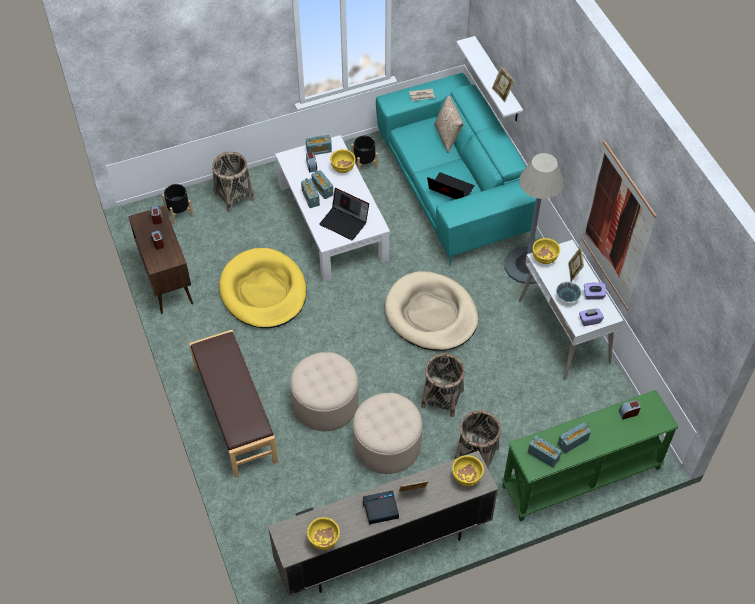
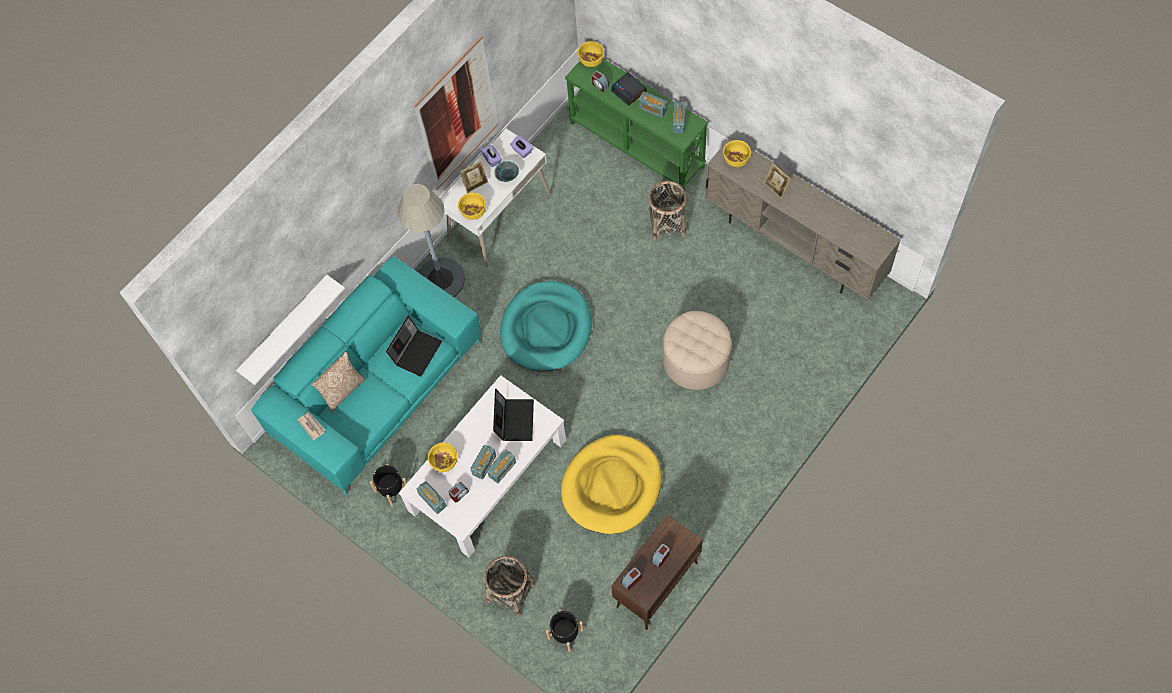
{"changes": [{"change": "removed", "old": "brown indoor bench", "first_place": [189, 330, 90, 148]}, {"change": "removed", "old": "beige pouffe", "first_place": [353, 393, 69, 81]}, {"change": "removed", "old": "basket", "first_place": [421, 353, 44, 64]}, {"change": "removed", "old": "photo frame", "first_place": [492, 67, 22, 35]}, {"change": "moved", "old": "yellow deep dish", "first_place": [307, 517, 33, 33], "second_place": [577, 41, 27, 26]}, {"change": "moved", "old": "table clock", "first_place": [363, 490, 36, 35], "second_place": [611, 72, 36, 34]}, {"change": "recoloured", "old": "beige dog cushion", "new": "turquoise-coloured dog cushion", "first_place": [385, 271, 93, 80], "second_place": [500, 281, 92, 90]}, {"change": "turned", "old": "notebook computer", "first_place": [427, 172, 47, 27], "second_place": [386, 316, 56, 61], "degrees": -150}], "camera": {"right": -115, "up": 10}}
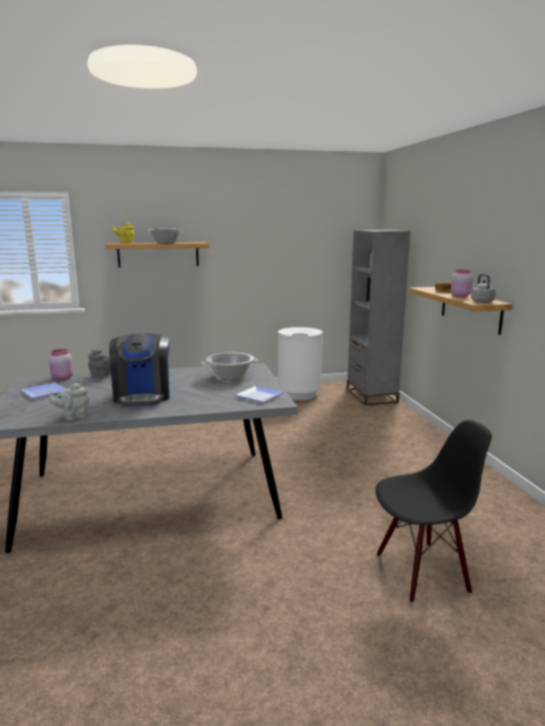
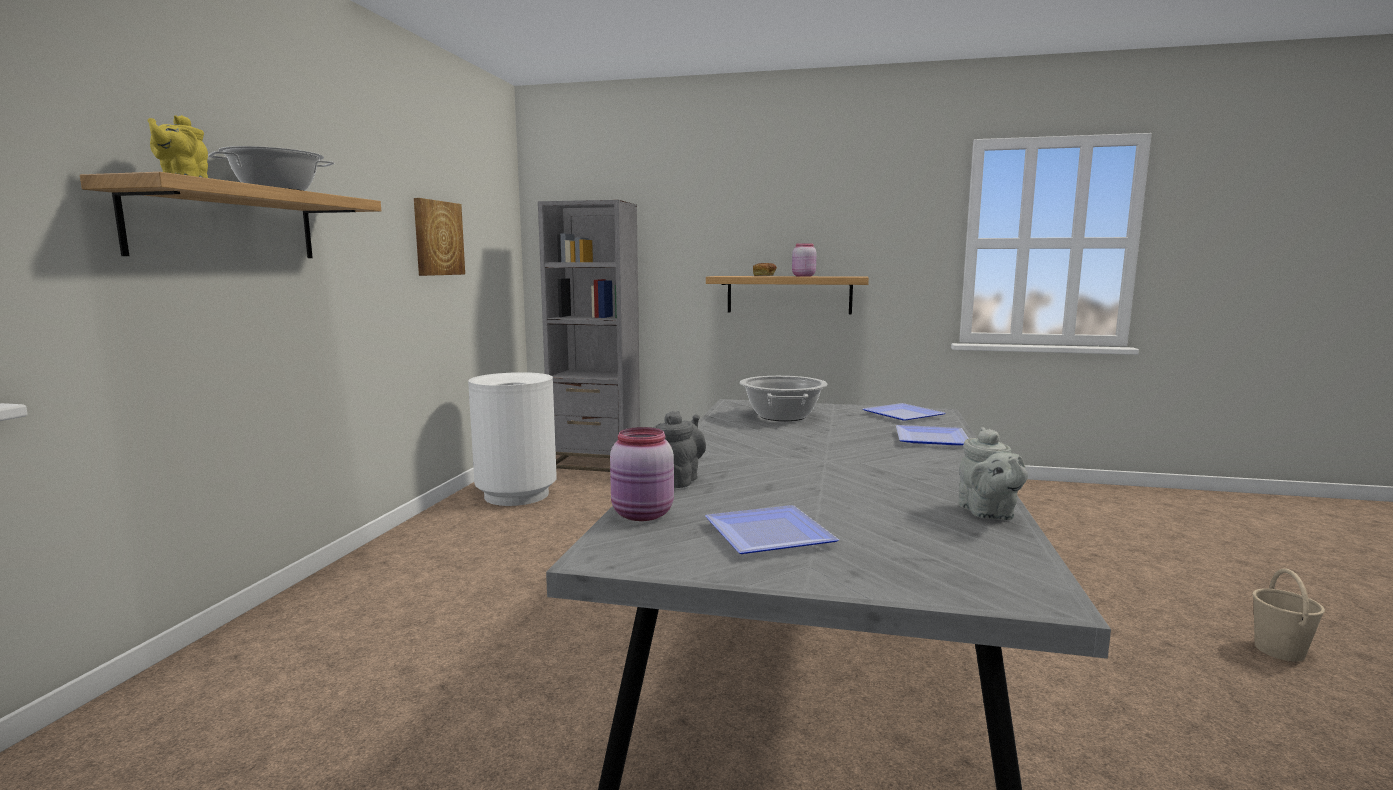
{"changes": [{"change": "removed", "old": "coffee maker", "first_place": [109, 333, 61, 74]}, {"change": "removed", "old": "blackish chair", "first_place": [375, 420, 117, 182]}, {"change": "removed", "old": "grey tea kettle", "first_place": [471, 274, 25, 29]}, {"change": "added", "new": "wall picture", "second_place": [414, 198, 51, 78]}, {"change": "added", "new": "flat dish", "second_place": [896, 425, 73, 20]}, {"change": "added", "new": "beige pail", "second_place": [1252, 568, 73, 94]}], "camera": {"right": -65, "up": -5}}
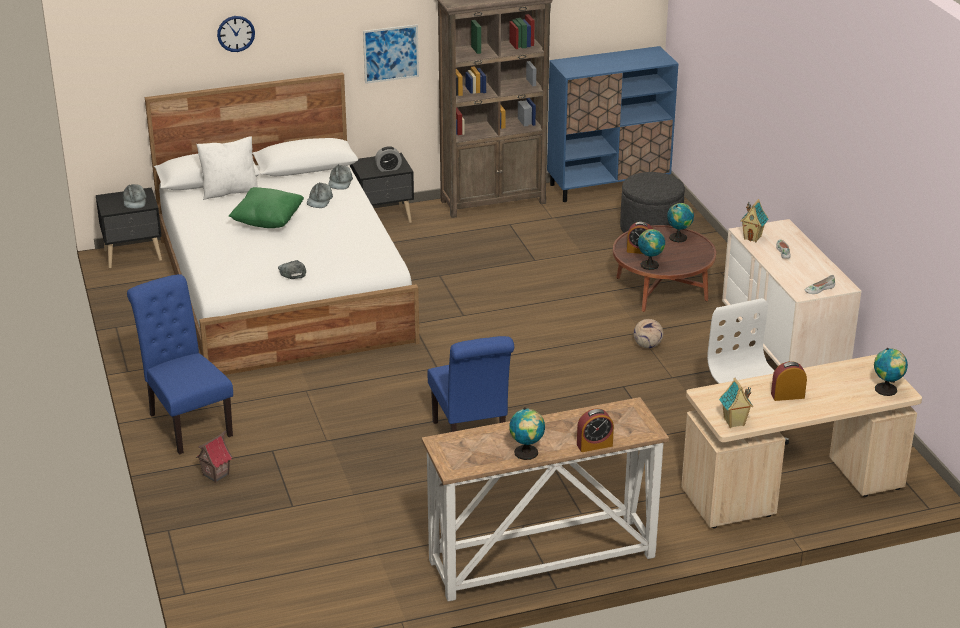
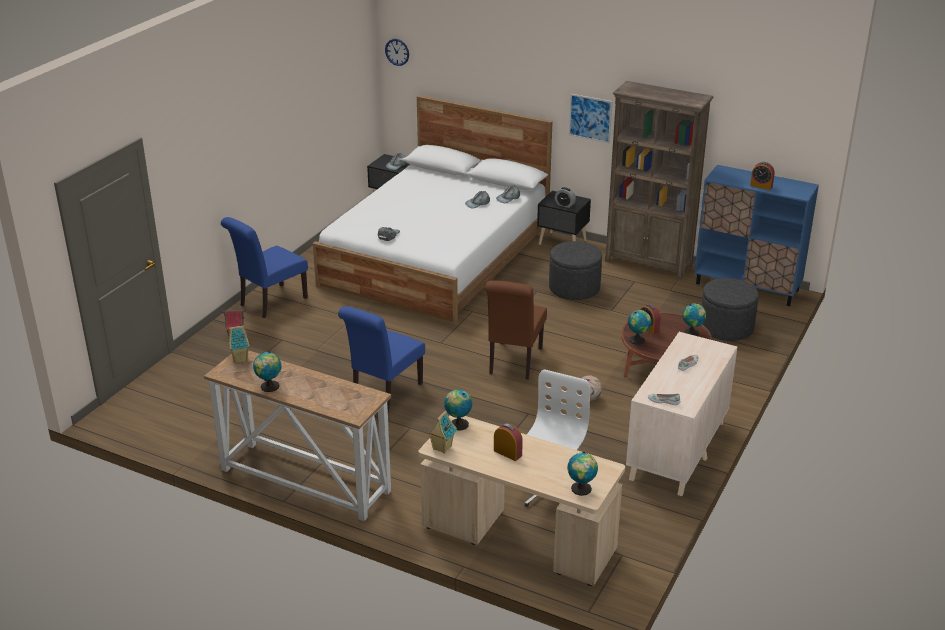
{"changes": [{"change": "removed", "old": "whitish cushion", "first_place": [196, 136, 62, 64]}, {"change": "removed", "old": "green-coloured cushion", "first_place": [228, 187, 76, 41]}, {"change": "added", "new": "globe", "second_place": [444, 389, 28, 41]}, {"change": "added", "new": "brown chair", "second_place": [485, 280, 62, 100]}, {"change": "added", "new": "grey pouffe", "second_place": [549, 241, 53, 59]}, {"change": "moved", "old": "hanging clock", "first_place": [217, 16, 38, 36], "second_place": [385, 39, 24, 27]}, {"change": "moved", "old": "table clock", "first_place": [577, 408, 37, 44], "second_place": [750, 162, 25, 28]}, {"change": "moved", "old": "model house", "first_place": [740, 199, 28, 43], "second_place": [228, 324, 22, 39]}, {"change": "turned", "old": "bluish chair", "first_place": [127, 274, 106, 181], "second_place": [221, 217, 87, 101], "degrees": -150}], "camera": {"right": 45, "up": 0}}
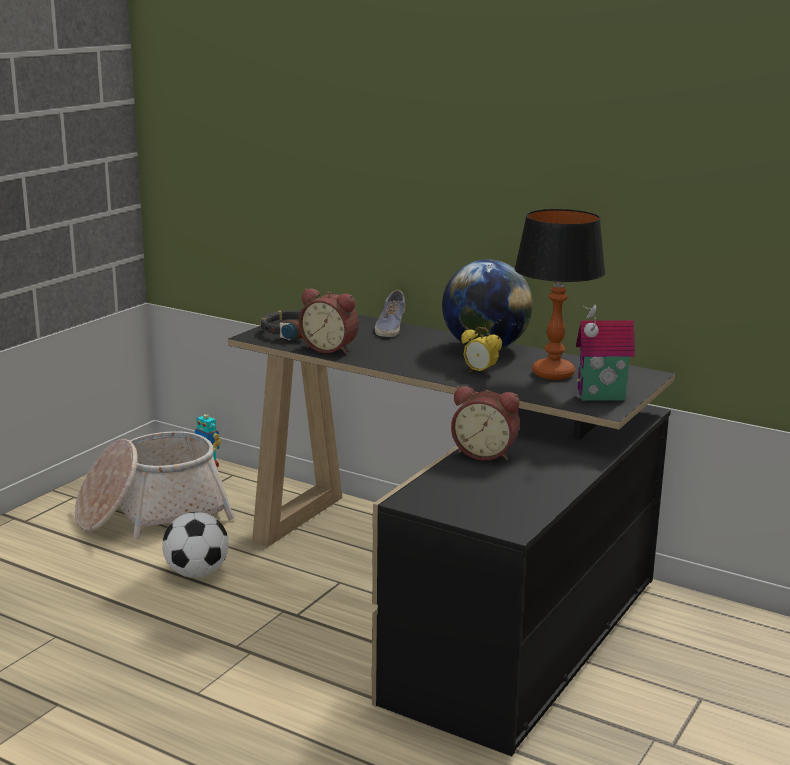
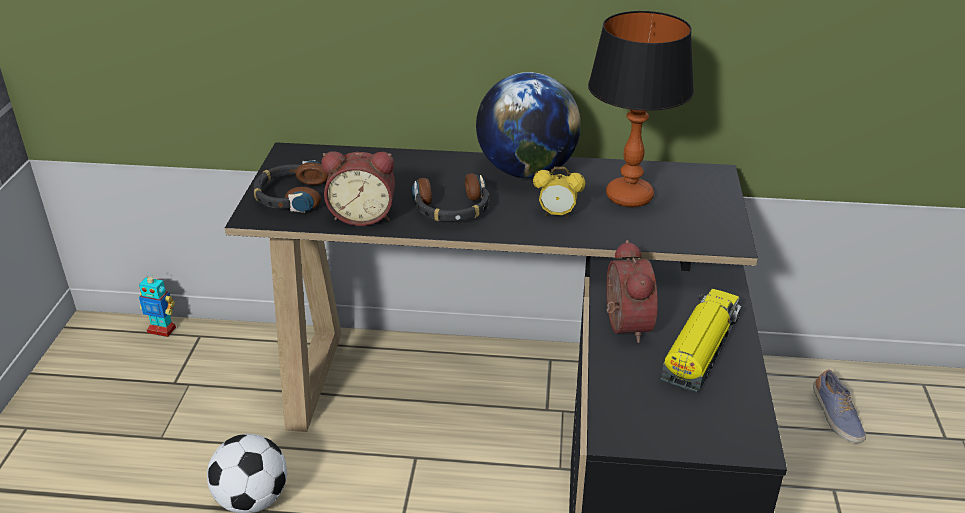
{"changes": [{"change": "removed", "old": "basket", "first_place": [75, 431, 160, 108]}, {"change": "removed", "old": "model house", "first_place": [575, 304, 60, 97]}, {"change": "added", "new": "headphones", "second_place": [411, 173, 79, 48]}, {"change": "added", "new": "toy truck", "second_place": [660, 289, 82, 104]}, {"change": "moved", "old": "item of footwear", "first_place": [375, 290, 30, 47], "second_place": [813, 369, 53, 75]}, {"change": "turned", "old": "table clock", "first_place": [451, 386, 69, 75], "second_place": [606, 240, 52, 103], "degrees": -90}], "camera": {"right": -25, "up": 15}}
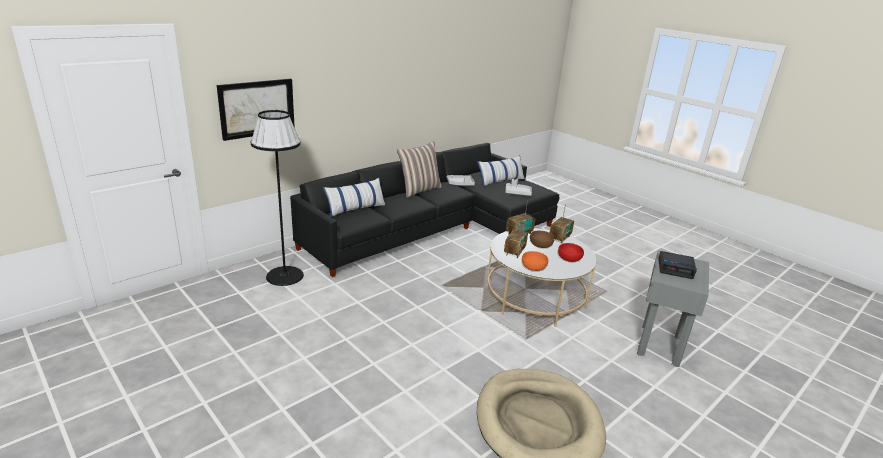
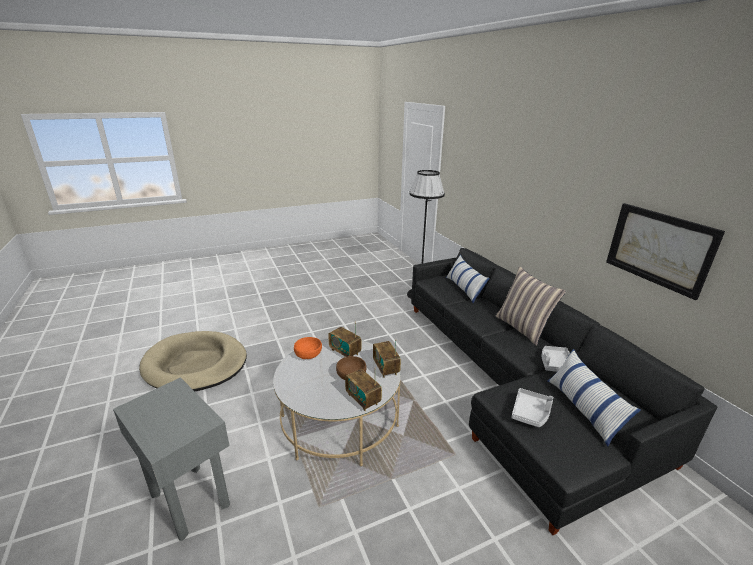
{"changes": [{"change": "removed", "old": "red-coloured deep dish", "first_place": [558, 243, 26, 19]}, {"change": "removed", "old": "table clock", "first_place": [659, 251, 38, 28]}, {"change": "moved", "old": "wall picture", "first_place": [217, 79, 78, 62], "second_place": [606, 203, 119, 97]}], "camera": {"right": 110, "up": 0}}
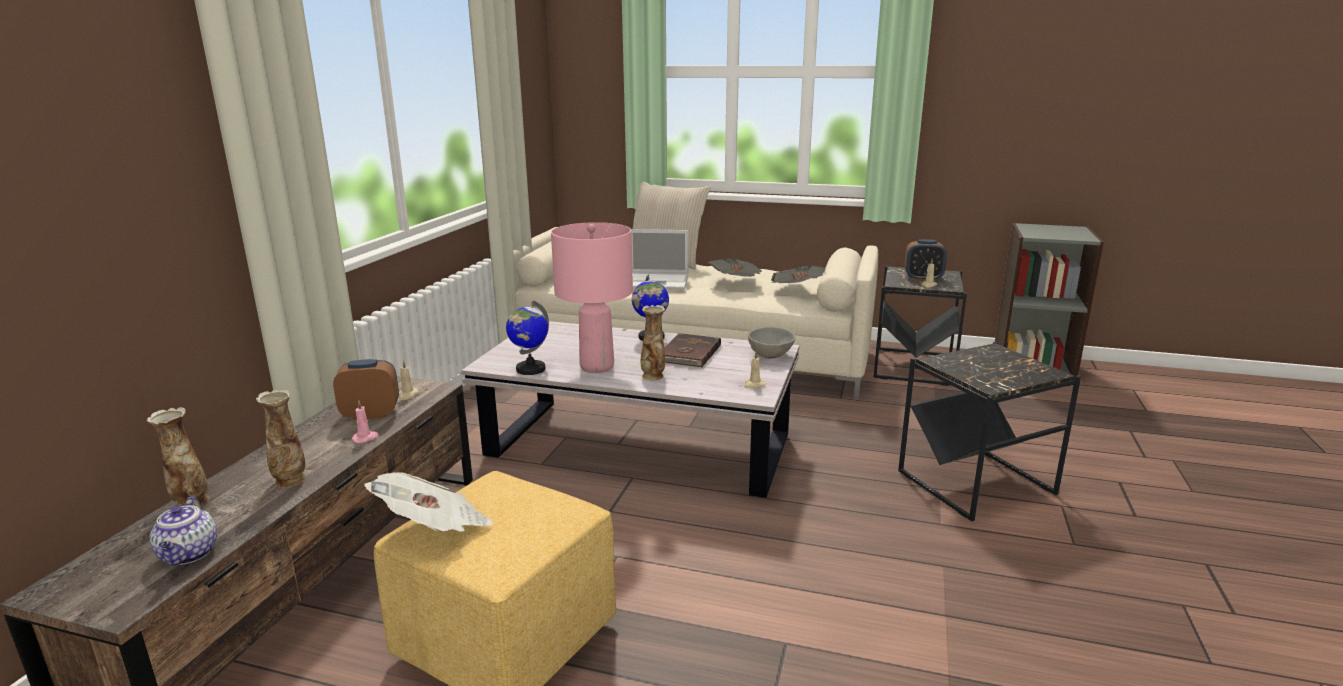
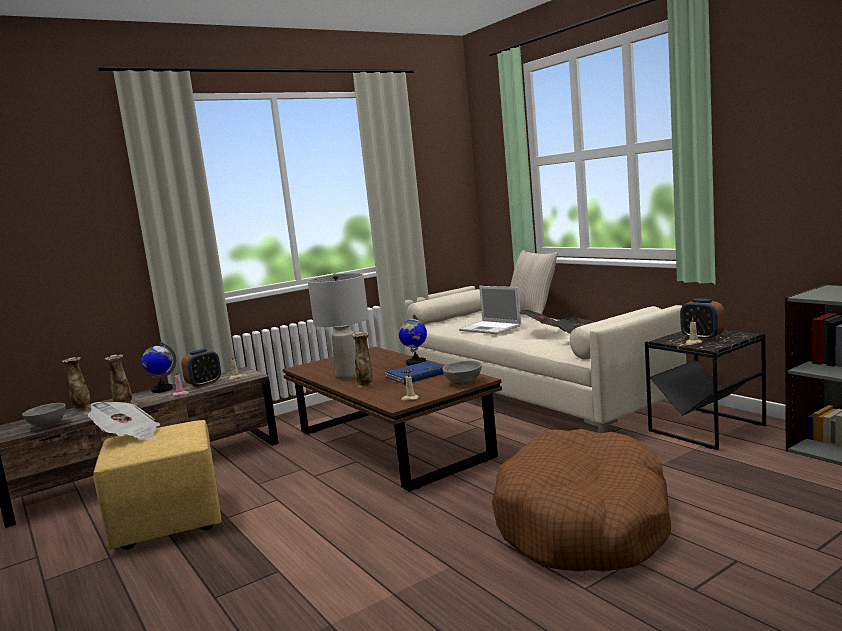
{"changes": [{"change": "moved", "old": "globe", "first_place": [506, 301, 43, 74], "second_place": [142, 342, 34, 51]}, {"change": "replaced", "old": "teapot", "new": "grey deep dish", "first_place": [150, 497, 67, 68], "second_place": [22, 403, 44, 25]}, {"change": "replaced", "old": "blackish end table", "new": "brown dog cushion", "first_place": [898, 342, 183, 179], "second_place": [492, 429, 179, 143]}, {"change": "recoloured", "old": "whitish lounge table", "new": "brown lounge table", "first_place": [461, 321, 338, 177], "second_place": [283, 347, 219, 144]}, {"change": "recoloured", "old": "pink table lamp", "new": "grey table lamp", "first_place": [551, 222, 82, 151], "second_place": [308, 273, 61, 107]}, {"change": "recoloured", "old": "brown book", "new": "bluish book", "first_place": [664, 333, 57, 34], "second_place": [385, 361, 59, 23]}, {"change": "turned", "old": "table clock", "first_place": [333, 359, 66, 61], "second_place": [181, 349, 40, 39], "degrees": 105}], "camera": {"right": 40, "up": -10}}
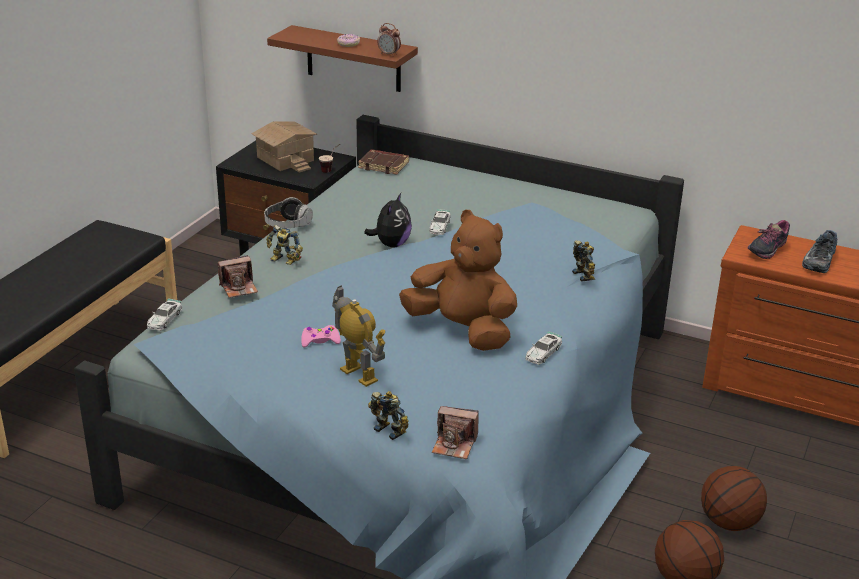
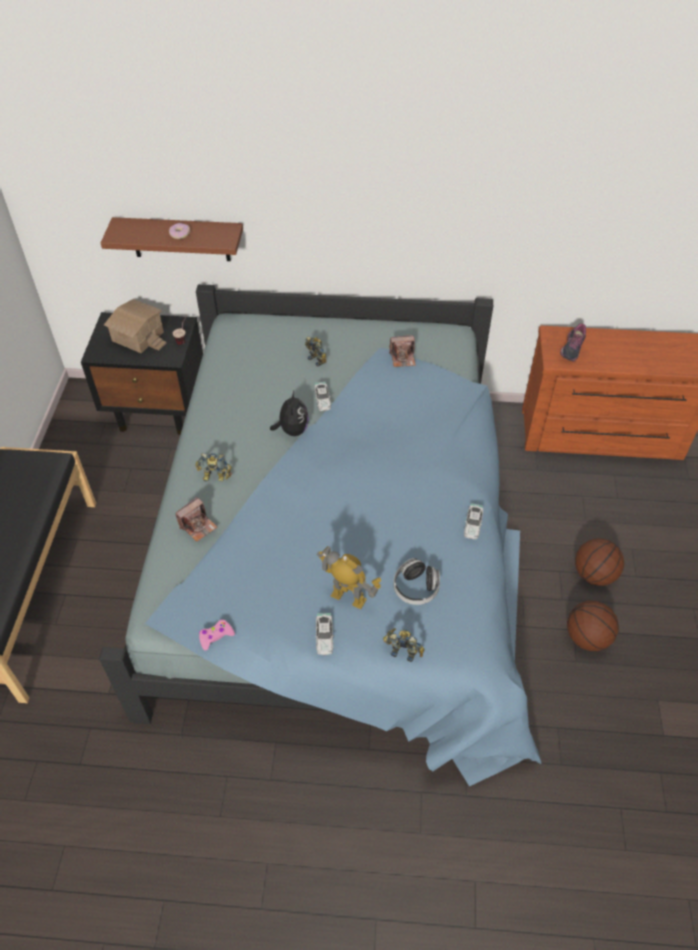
{"changes": [{"change": "removed", "old": "brown book", "first_place": [358, 149, 51, 26]}, {"change": "removed", "old": "table clock", "first_place": [377, 23, 24, 34]}, {"change": "removed", "old": "brown cuddly toy", "first_place": [399, 210, 118, 141]}, {"change": "removed", "old": "item of footwear", "first_place": [802, 230, 35, 43]}, {"change": "moved", "old": "toy car", "first_place": [147, 298, 35, 33], "second_place": [315, 613, 19, 42]}, {"change": "moved", "old": "headphones", "first_place": [264, 197, 49, 31], "second_place": [393, 558, 47, 47]}, {"change": "moved", "old": "pink game controller", "first_place": [301, 325, 40, 22], "second_place": [199, 619, 36, 32]}, {"change": "moved", "old": "photo camera", "first_place": [432, 406, 47, 53], "second_place": [389, 335, 27, 32]}, {"change": "moved", "old": "toy robot", "first_place": [572, 240, 23, 42], "second_place": [305, 337, 22, 30]}], "camera": {"right": -20, "up": 20}}
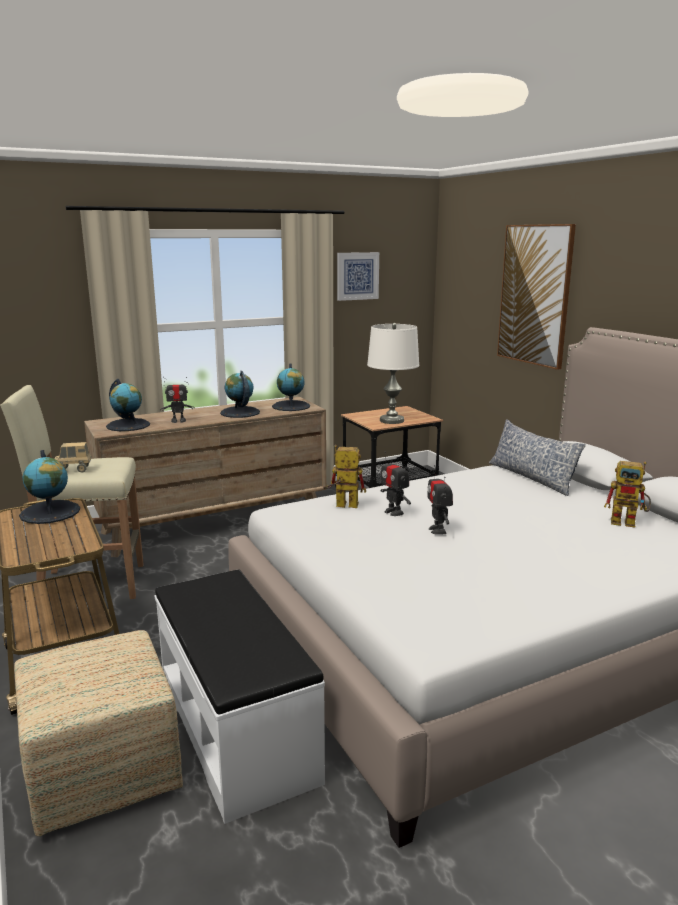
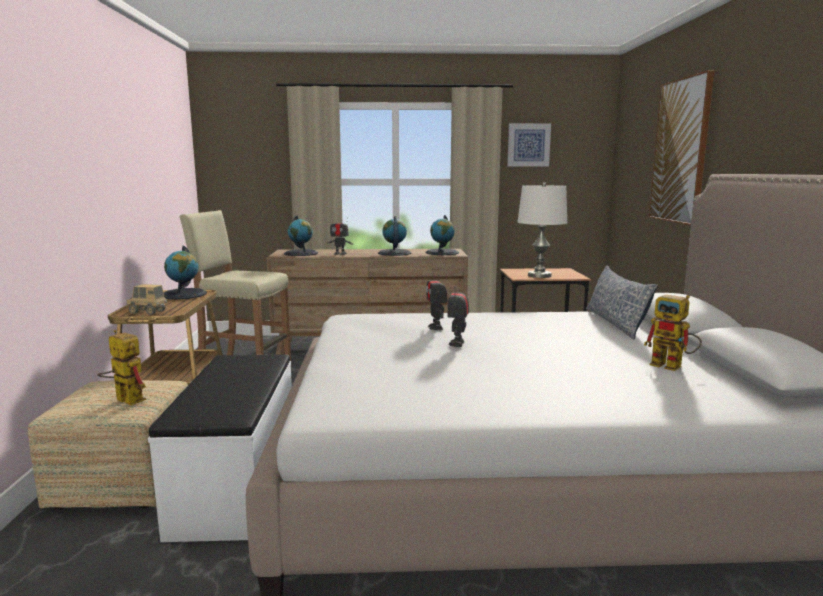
{"changes": [{"change": "moved", "old": "toy truck", "first_place": [54, 442, 38, 31], "second_place": [126, 284, 41, 31]}, {"change": "moved", "old": "toy robot", "first_place": [323, 445, 43, 63], "second_place": [97, 330, 49, 75]}], "camera": {"right": 25, "up": -5}}
